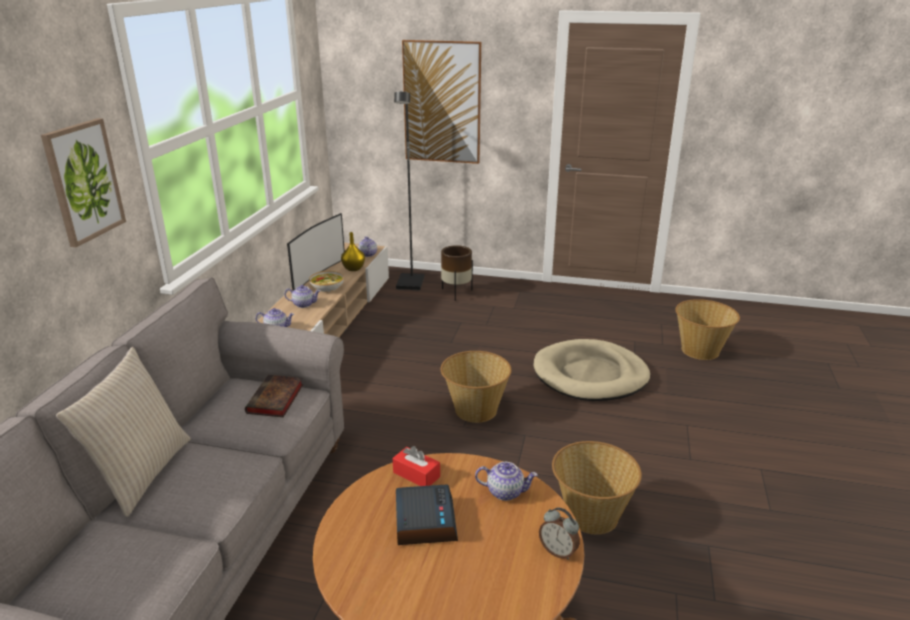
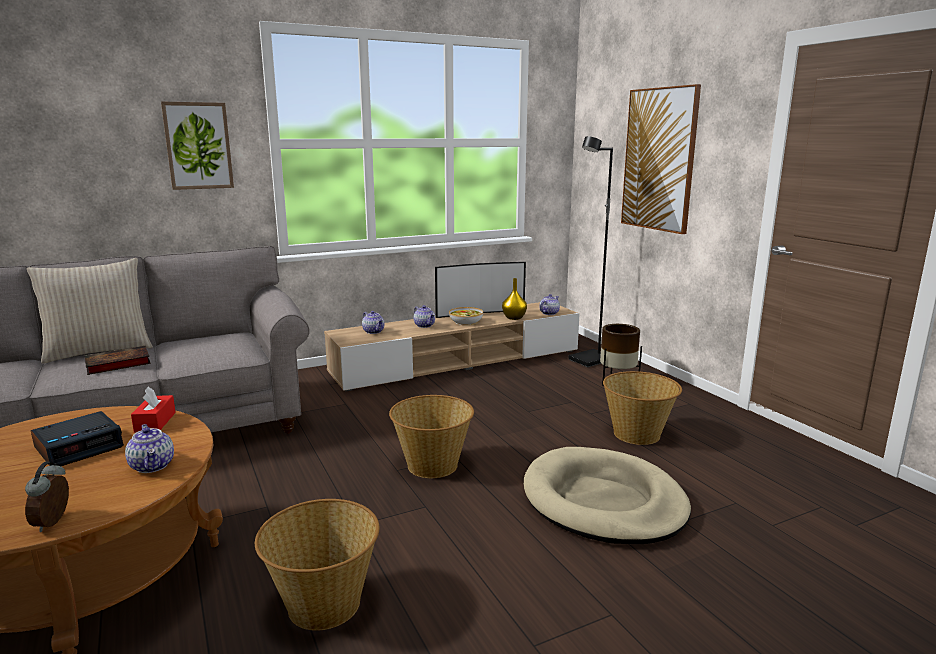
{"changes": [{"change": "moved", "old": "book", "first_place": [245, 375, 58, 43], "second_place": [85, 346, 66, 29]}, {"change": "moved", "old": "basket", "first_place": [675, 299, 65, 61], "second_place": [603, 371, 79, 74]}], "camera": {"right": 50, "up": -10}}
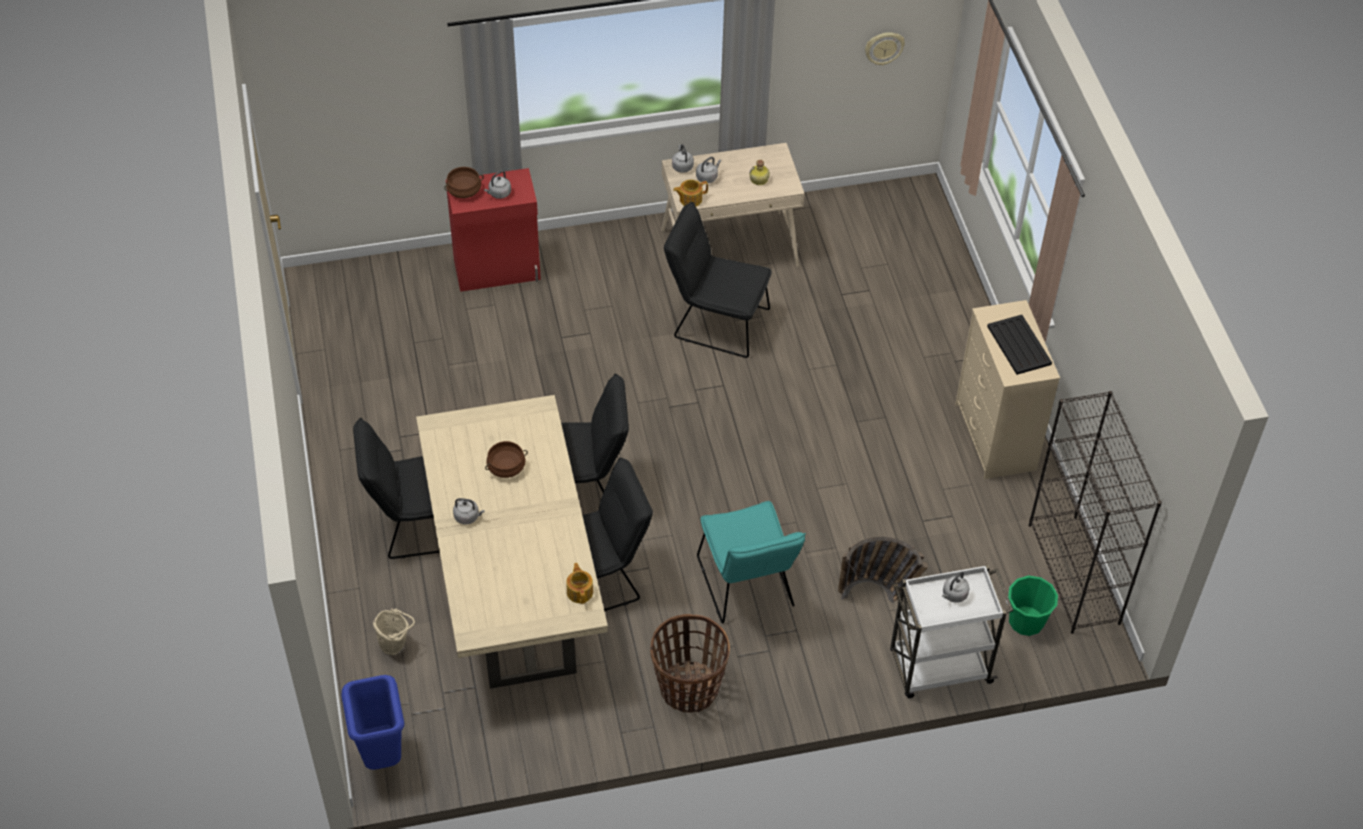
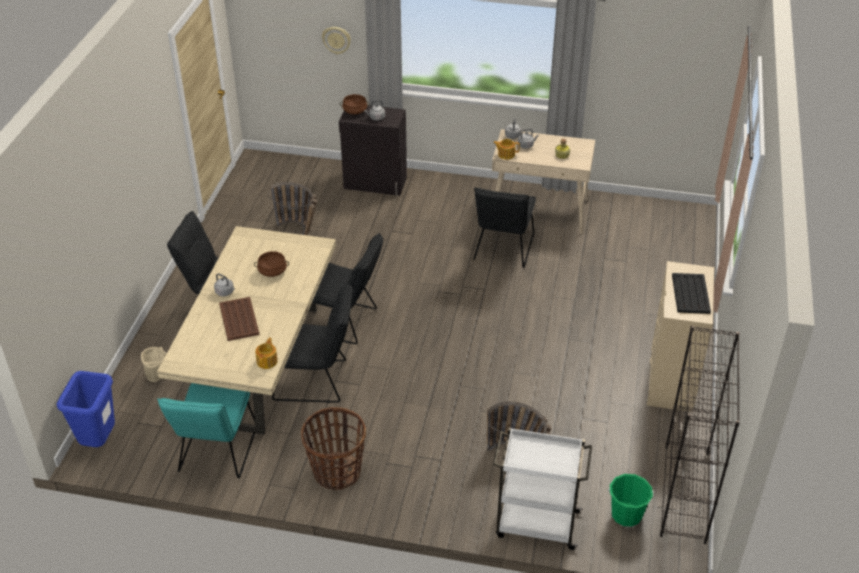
{"changes": [{"change": "removed", "old": "grey tea kettle", "first_place": [942, 571, 28, 32]}, {"change": "added", "new": "brown carrying tray", "second_place": [219, 297, 41, 44]}, {"change": "added", "new": "basket", "second_place": [267, 182, 50, 53]}, {"change": "moved", "old": "turquoise-coloured chair", "first_place": [697, 501, 109, 122], "second_place": [157, 383, 98, 95]}, {"change": "moved", "old": "hanging clock", "first_place": [865, 32, 40, 34], "second_place": [322, 27, 29, 27]}, {"change": "recoloured", "old": "red-coloured cupboard", "new": "blackish cupboard", "first_place": [446, 168, 95, 124], "second_place": [339, 105, 68, 91]}, {"change": "turned", "old": "blackish chair", "first_place": [664, 202, 108, 156], "second_place": [473, 188, 63, 80], "degrees": -120}], "camera": {"right": 25, "up": -10}}
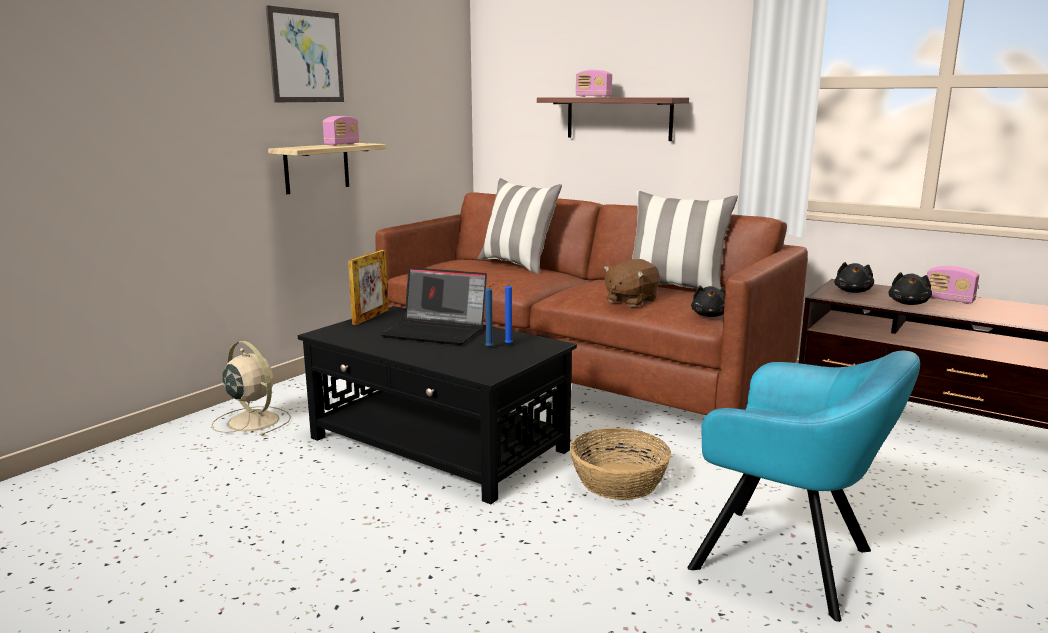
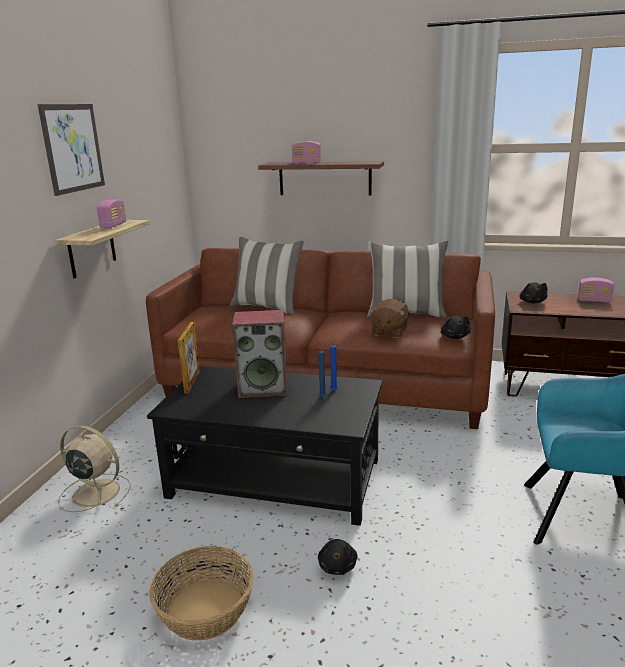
{"changes": [{"change": "moved", "old": "basket", "first_place": [570, 428, 101, 72], "second_place": [149, 546, 104, 95]}, {"change": "moved", "old": "blackish cuddly toy", "first_place": [888, 272, 44, 33], "second_place": [318, 539, 40, 36]}, {"change": "replaced", "old": "notebook computer", "new": "loudspeaker", "first_place": [381, 267, 106, 78], "second_place": [232, 310, 56, 88]}], "camera": {"right": -20, "up": 5}}
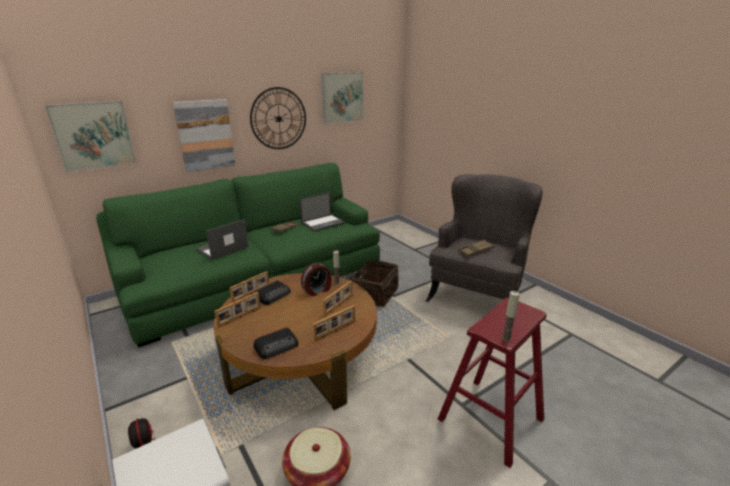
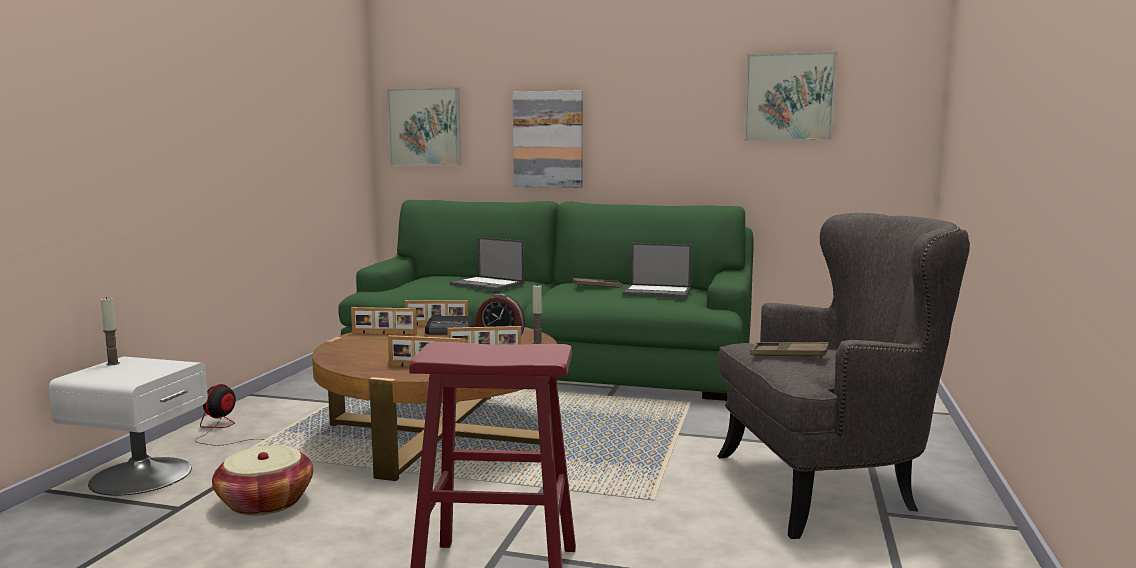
{"changes": [{"change": "removed", "old": "hanging clock", "first_place": [250, 87, 56, 62]}, {"change": "removed", "old": "radio", "first_place": [253, 328, 45, 31]}, {"change": "removed", "old": "basket", "first_place": [349, 260, 49, 47]}, {"change": "moved", "old": "candle", "first_place": [502, 291, 18, 51], "second_place": [101, 297, 19, 68]}, {"change": "turned", "old": "notebook computer", "first_place": [195, 219, 54, 41], "second_place": [449, 237, 76, 54], "degrees": -150}], "camera": {"right": 50, "up": -15}}
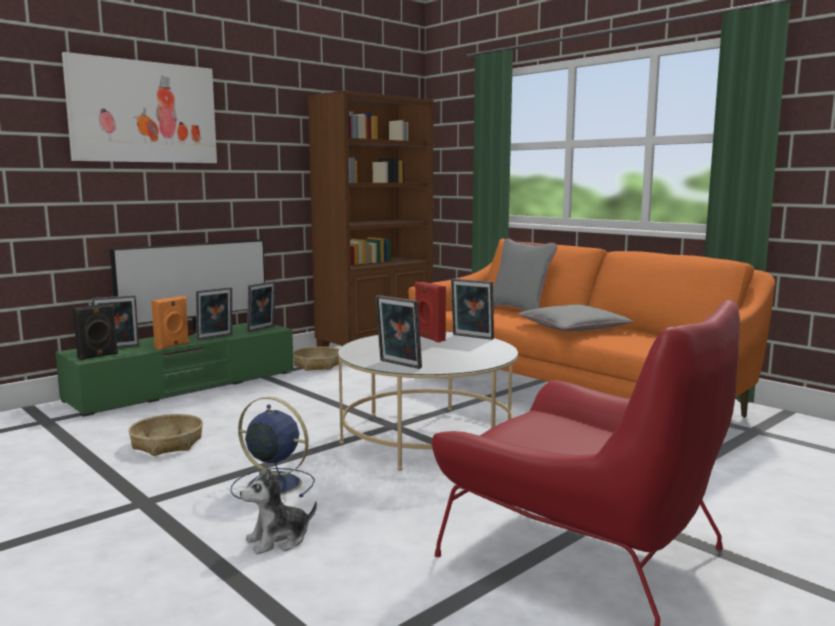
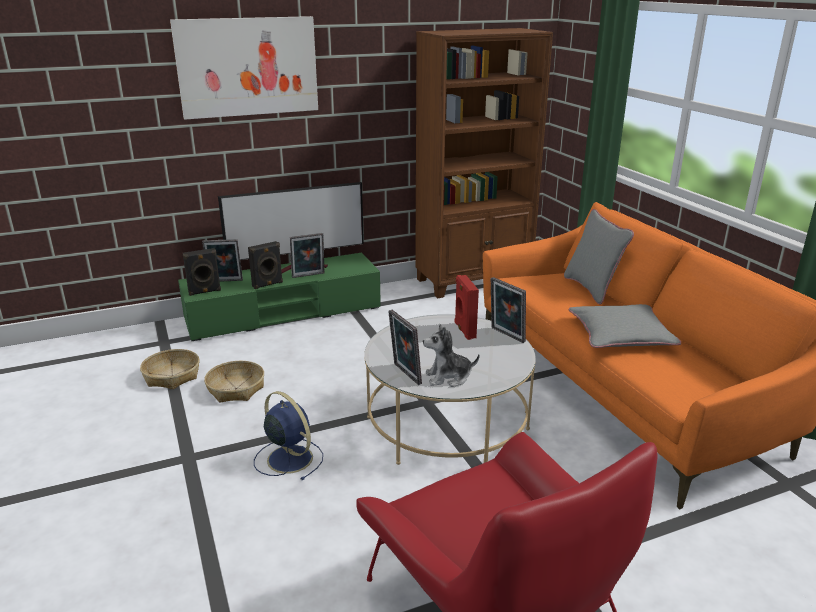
{"changes": [{"change": "removed", "old": "photo frame", "first_place": [247, 281, 29, 51]}, {"change": "moved", "old": "cuddly toy", "first_place": [240, 468, 77, 86], "second_place": [423, 324, 57, 63]}, {"change": "moved", "old": "basket", "first_place": [293, 346, 46, 25], "second_place": [140, 349, 60, 40]}, {"change": "recoloured", "old": "orangey loudspeaker", "new": "blackish loudspeaker", "first_place": [151, 296, 38, 54], "second_place": [248, 241, 35, 48]}], "camera": {"right": 20, "up": 15}}
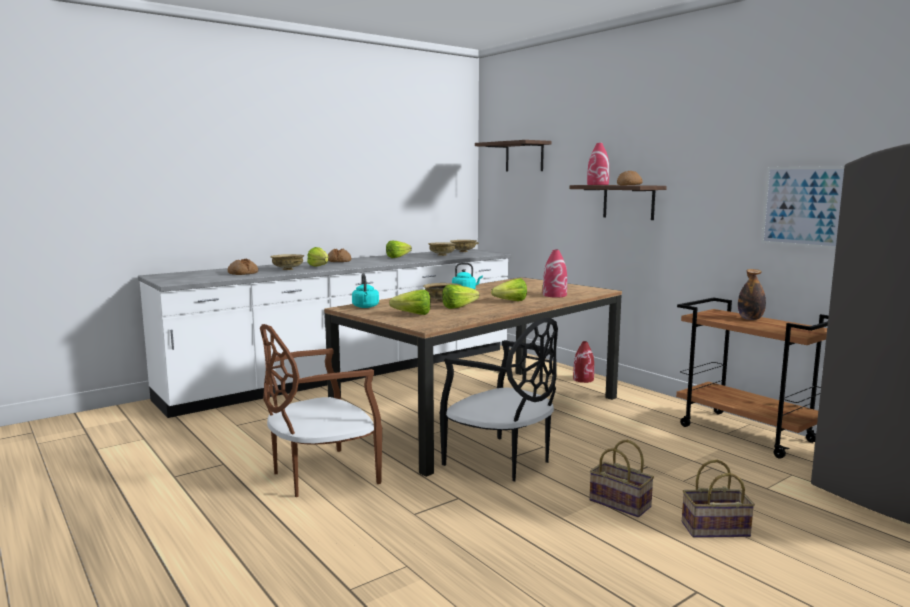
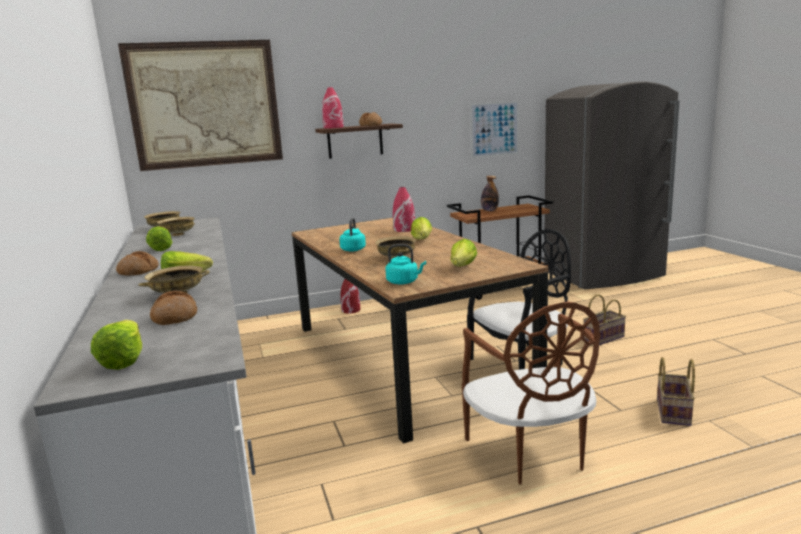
{"changes": [{"change": "moved", "old": "lettuce", "first_place": [442, 285, 38, 24], "second_place": [91, 320, 51, 50]}, {"change": "moved", "old": "basket", "first_place": [682, 460, 73, 78], "second_place": [657, 357, 38, 69]}, {"change": "replaced", "old": "bracket shelf", "new": "wall picture", "first_place": [475, 140, 77, 32], "second_place": [118, 40, 165, 131]}], "camera": {"right": -70, "up": 5}}
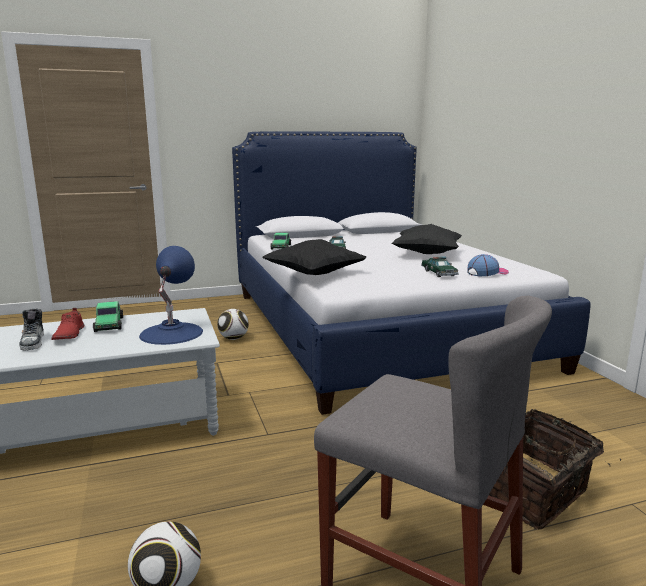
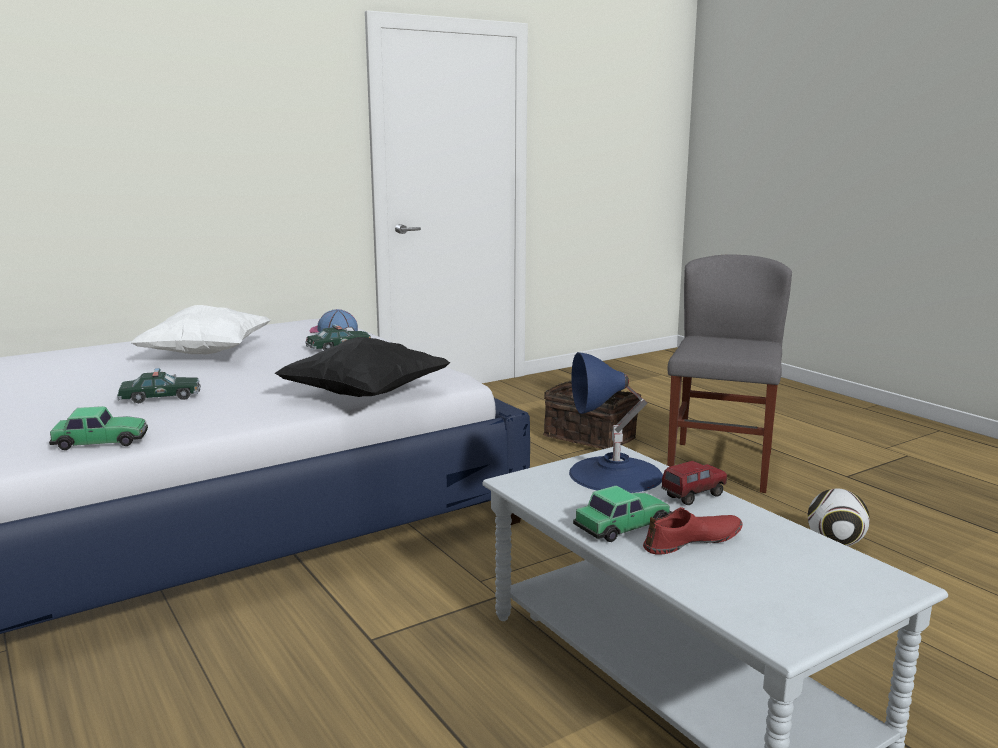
{"changes": [{"change": "removed", "old": "item of footwear", "first_place": [19, 309, 25, 41]}, {"change": "removed", "old": "football ball", "first_place": [217, 309, 32, 31]}, {"change": "added", "new": "toy truck", "second_place": [662, 461, 65, 44]}, {"change": "recoloured", "old": "blackish cushion", "new": "whitish cushion", "first_place": [391, 224, 71, 30], "second_place": [130, 305, 140, 50]}], "camera": {"right": -105, "up": 0}}
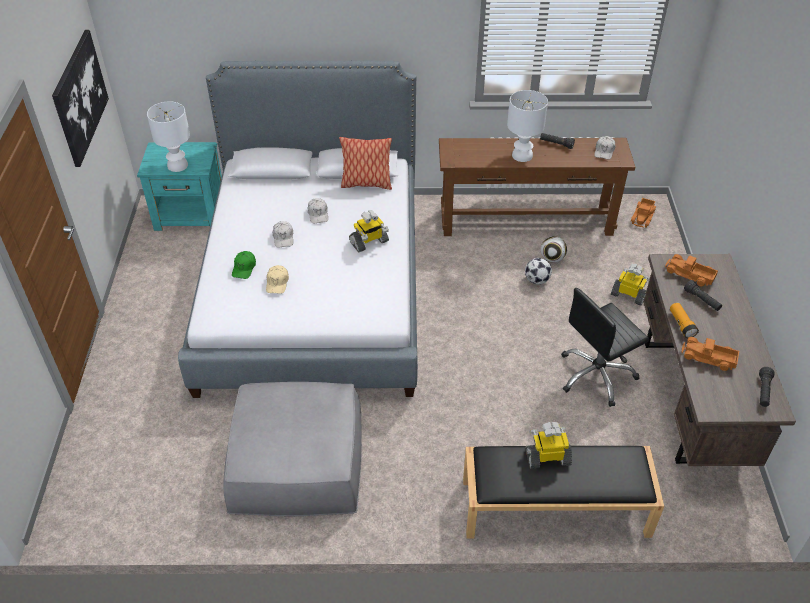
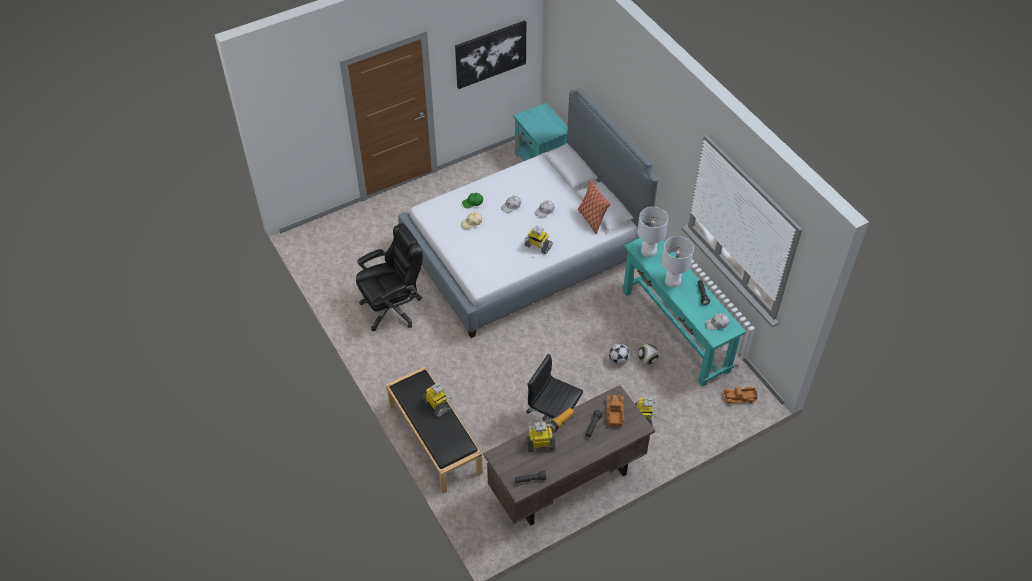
{"changes": [{"change": "moved", "old": "whitish table lamp", "first_place": [147, 101, 43, 71], "second_place": [637, 207, 31, 50]}, {"change": "replaced", "old": "grey pouffe", "new": "blackish desk chair", "first_place": [224, 382, 138, 134], "second_place": [356, 223, 66, 108]}, {"change": "replaced", "old": "toy truck", "new": "toy robot", "first_place": [682, 337, 57, 34], "second_place": [526, 422, 30, 30]}, {"change": "recoloured", "old": "brown narrow table", "new": "turquoise-coloured narrow table", "first_place": [439, 138, 196, 98], "second_place": [622, 238, 124, 149]}], "camera": {"right": 60, "up": 5}}
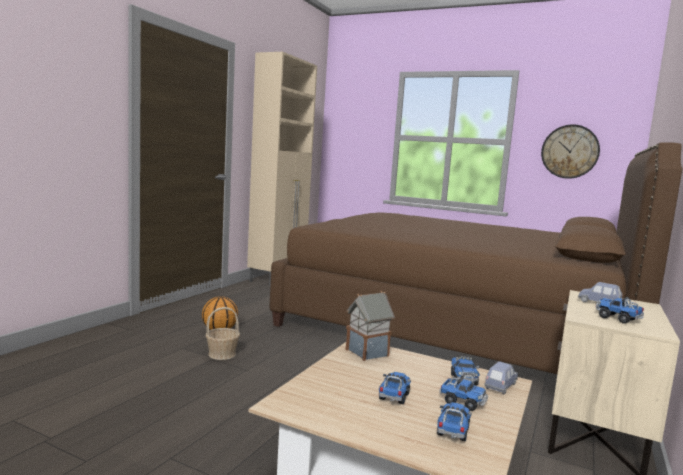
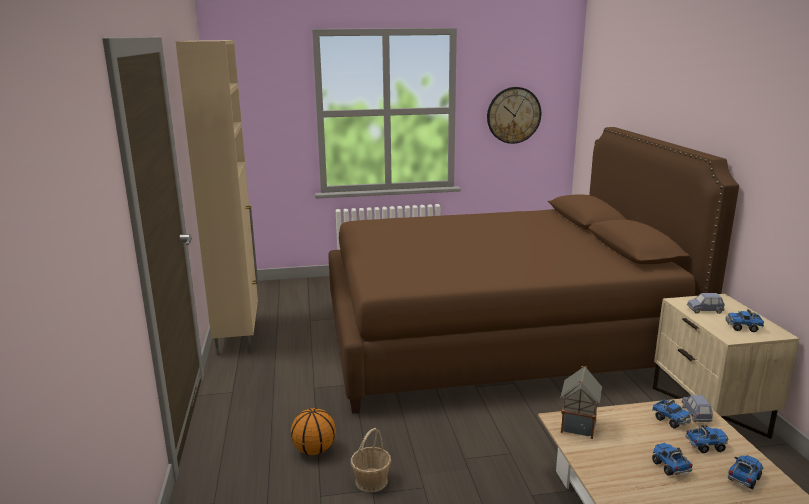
{"changes": [{"change": "turned", "old": "toy truck", "first_place": [437, 402, 35, 39], "second_place": [728, 455, 35, 34], "degrees": 60}], "camera": {"right": -35, "up": 10}}
